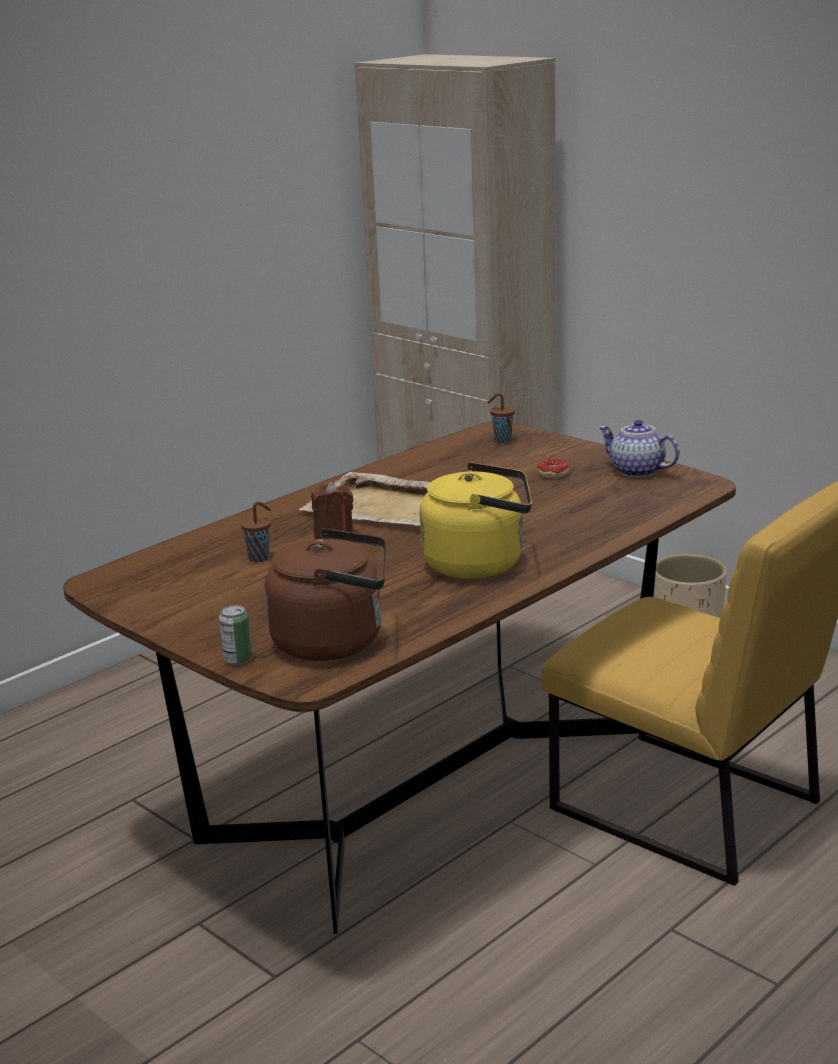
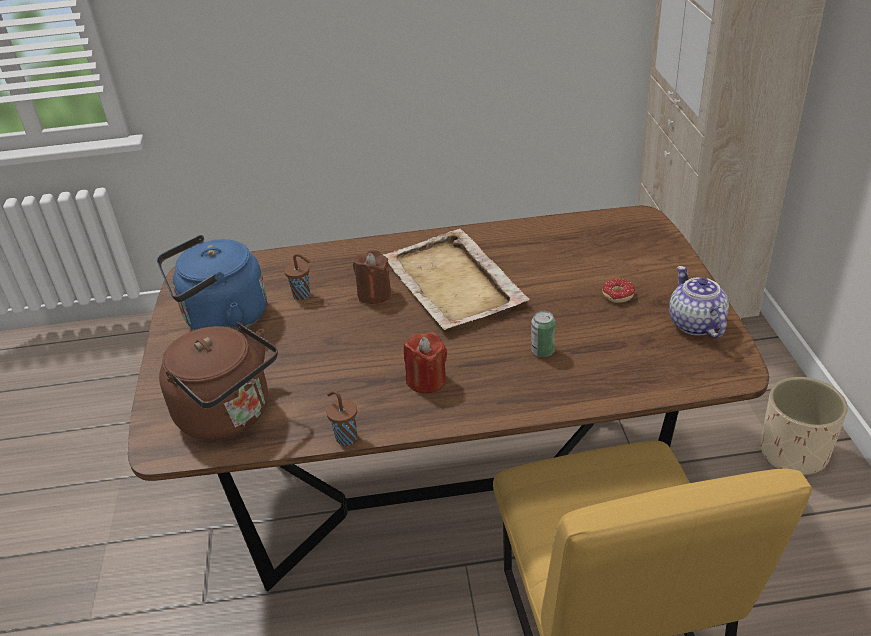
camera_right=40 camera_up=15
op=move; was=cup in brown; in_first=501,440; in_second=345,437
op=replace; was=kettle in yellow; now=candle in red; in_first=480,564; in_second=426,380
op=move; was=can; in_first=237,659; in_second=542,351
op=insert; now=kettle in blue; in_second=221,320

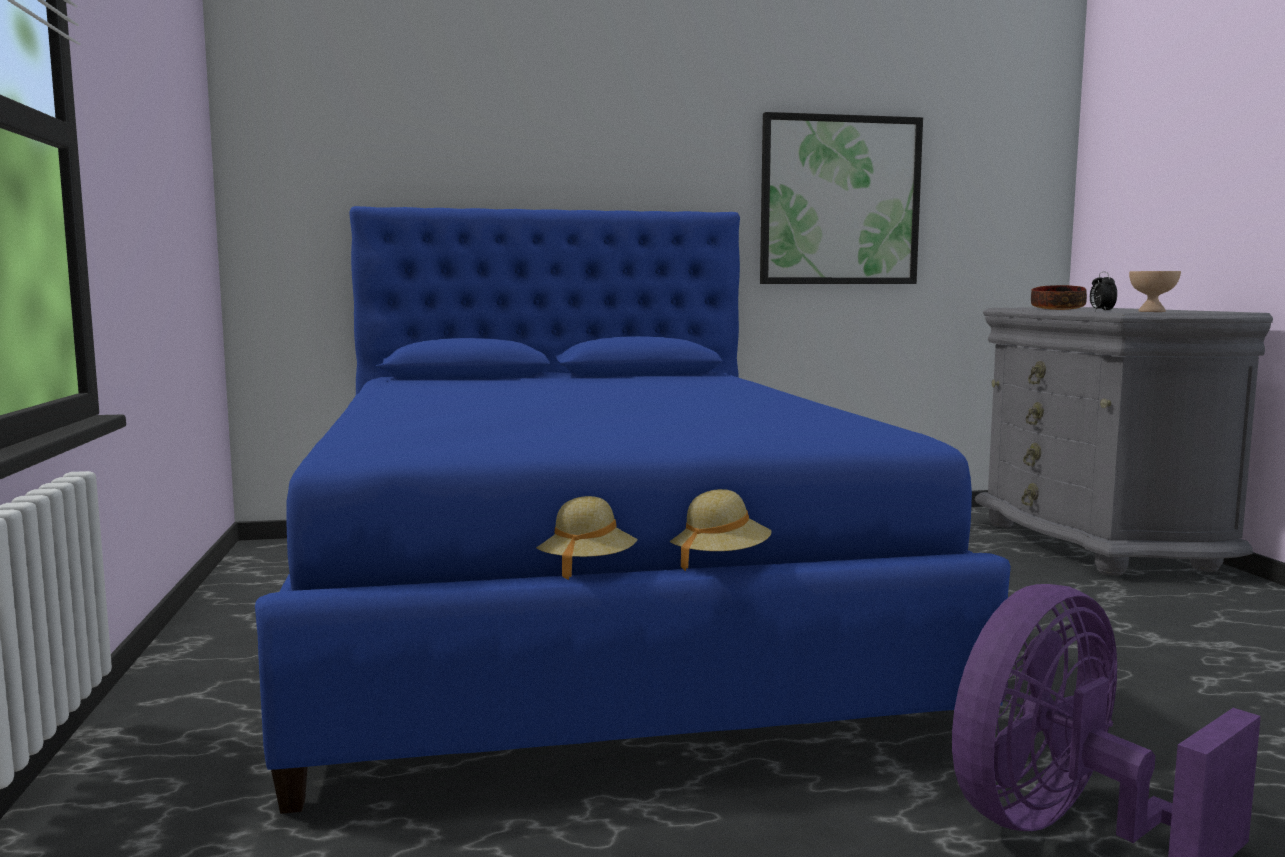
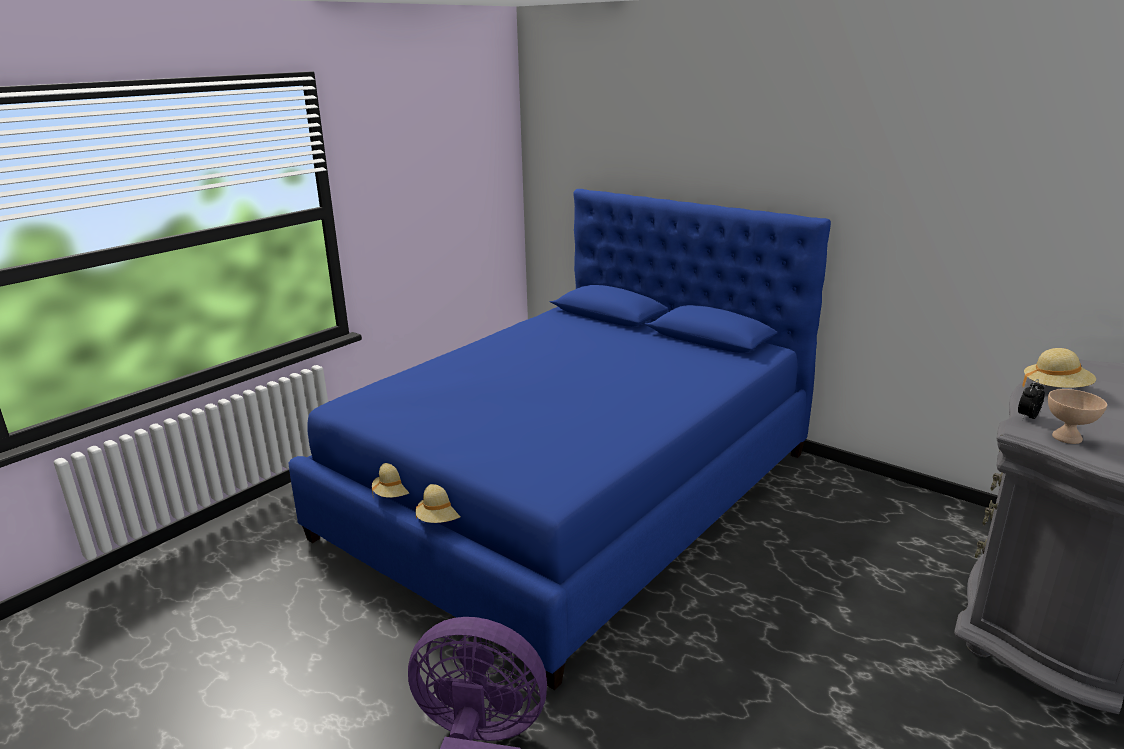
camera_right=50 camera_up=15
op=delete; was=picture; in_first=839,201
op=replace; was=bowl; now=hat in beige; in_first=1057,309; in_second=1055,389

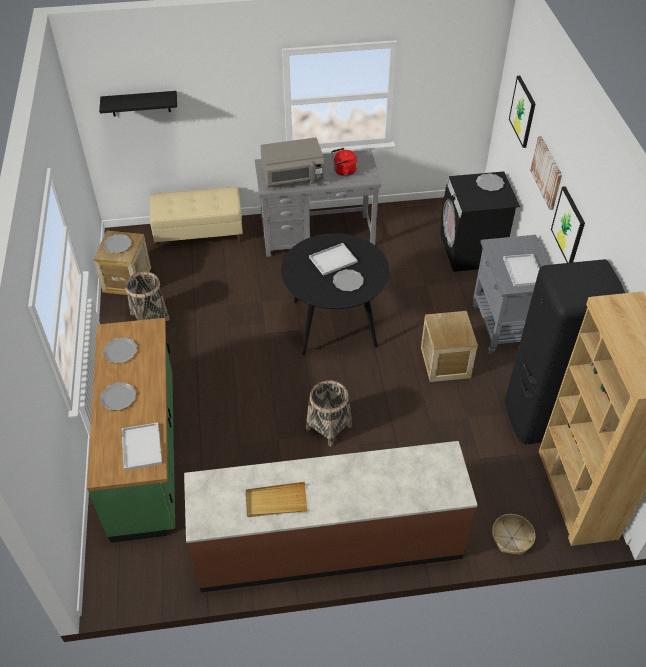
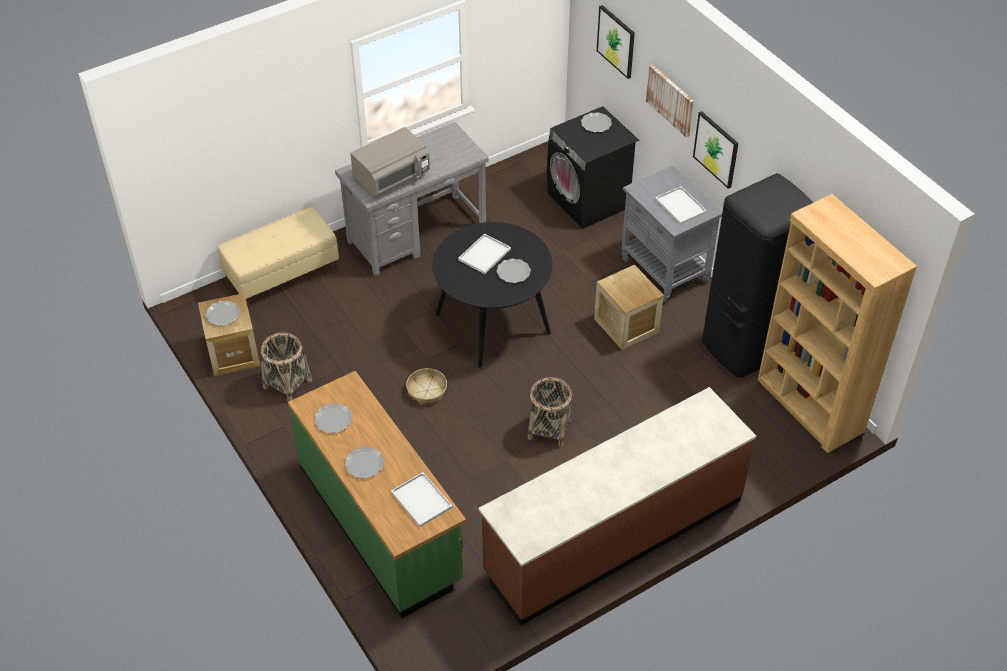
camera_right=-25 camera_up=0
op=delete; was=shelf in black; in_first=140,103
op=delete; was=kettle in red; in_first=343,171
op=delete; was=tray in beige; in_first=276,501
op=move; was=basket; in_first=512,538; in_second=427,391

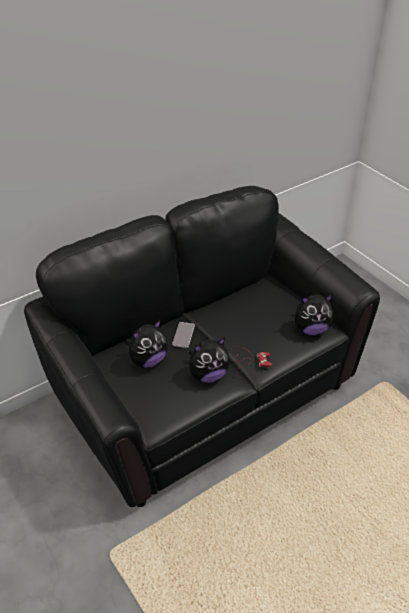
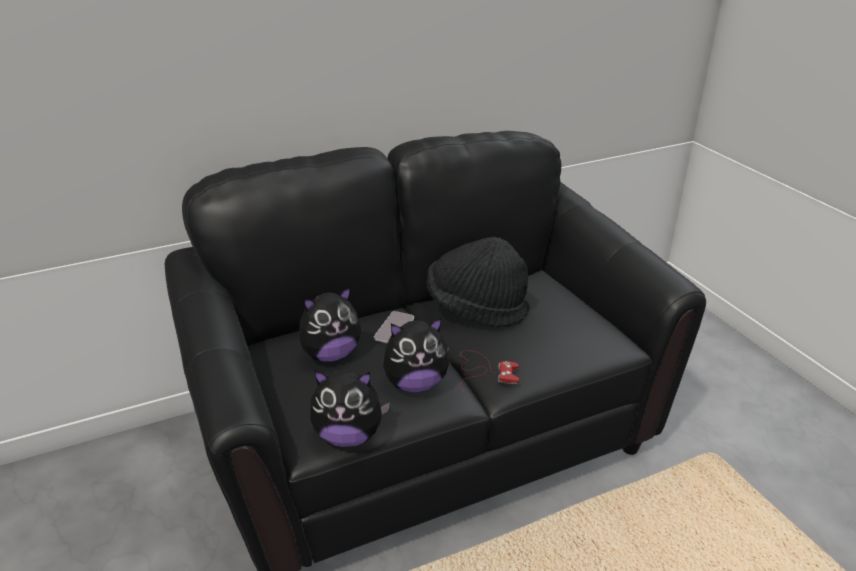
camera_right=10 camera_up=-10
op=move; was=plush toy; in_first=311,329; in_second=348,436
op=insert; now=hat in black; in_second=476,308

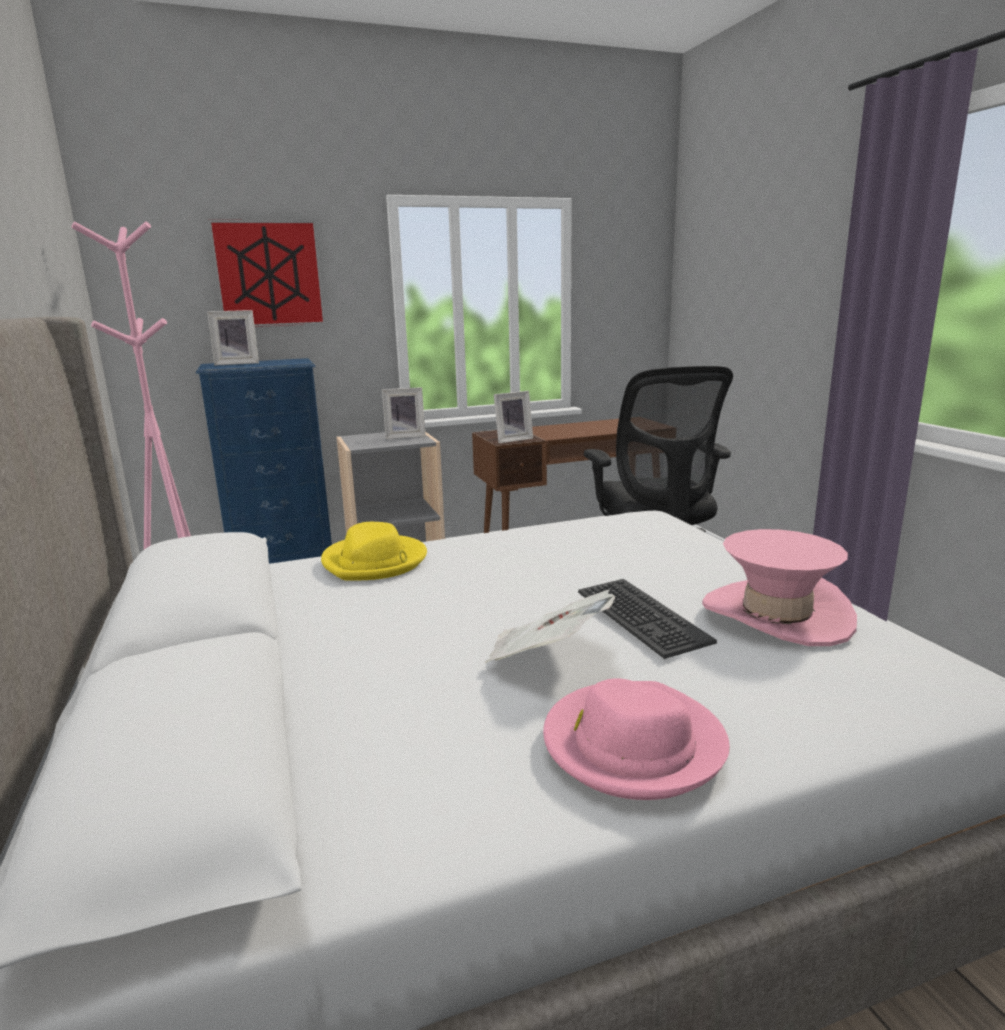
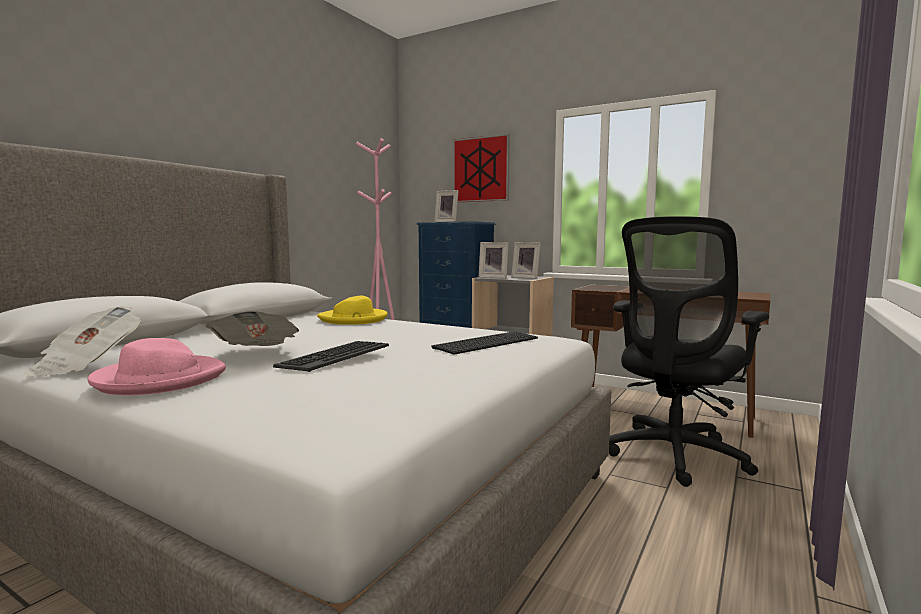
camera_right=50 camera_up=-10
op=move; was=picture frame; in_first=512,440; in_second=494,277
op=delete; was=hat in pink; in_first=776,614
op=insert; now=newspaper; in_second=86,366
op=insert; now=keyboard; in_second=486,342

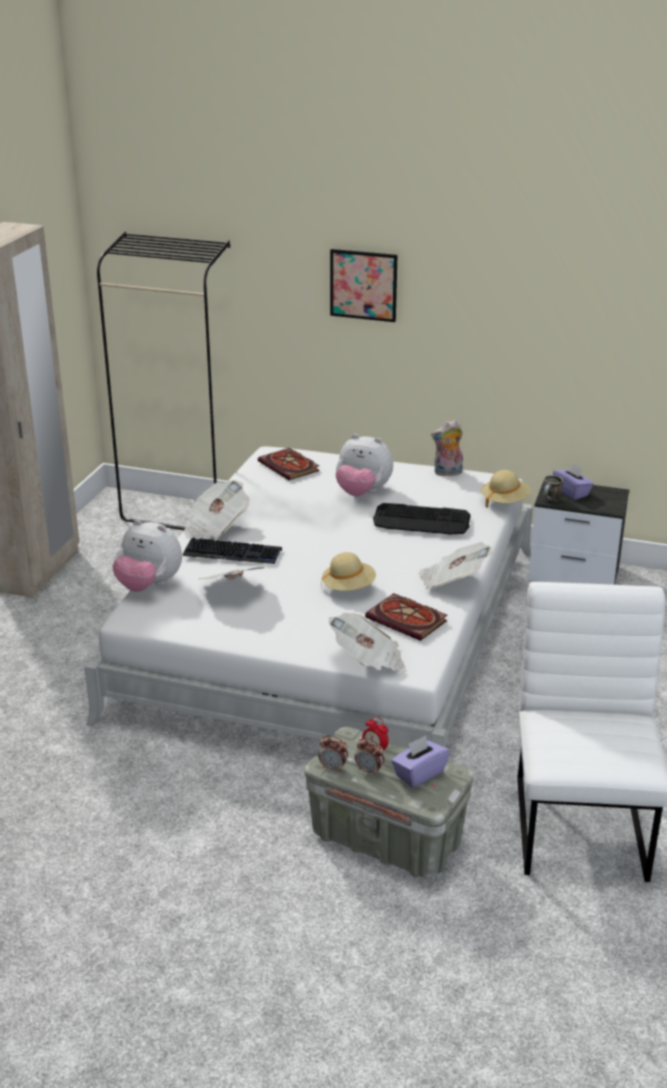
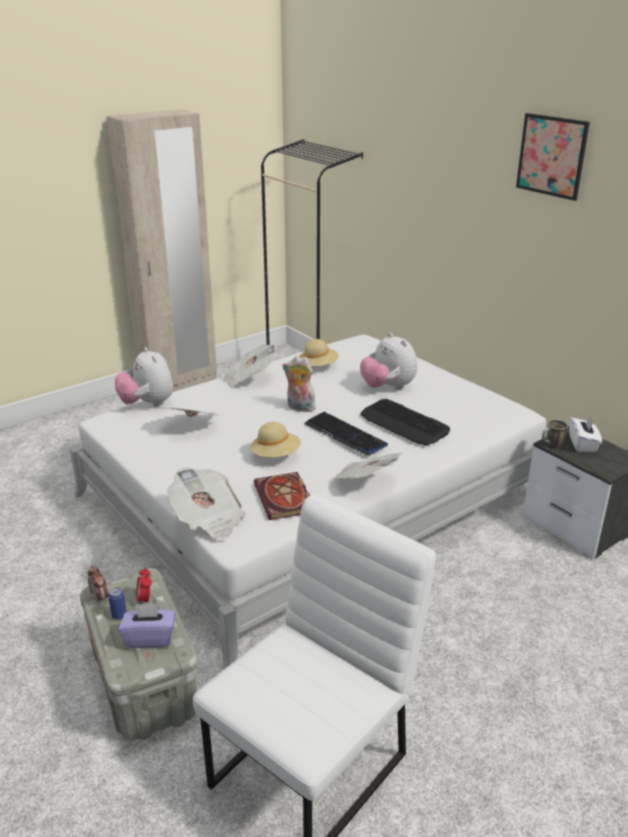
camera_right=35 camera_up=0
op=move; was=picture; in_first=363,285; in_second=551,156
op=move; was=plush toy; in_first=447,473; in_second=299,408
op=delete; was=book; in_first=290,467
op=recolor; was=tissue box in purple; now=tissue box in white; in_first=571,492; in_second=583,444
op=move; was=hat in beige; in_first=504,501; in_second=318,366
op=move; was=keyboard; in_first=232,553; in_second=345,435
op=replace; was=alarm clock; now=can; in_first=369,770; in_second=119,614

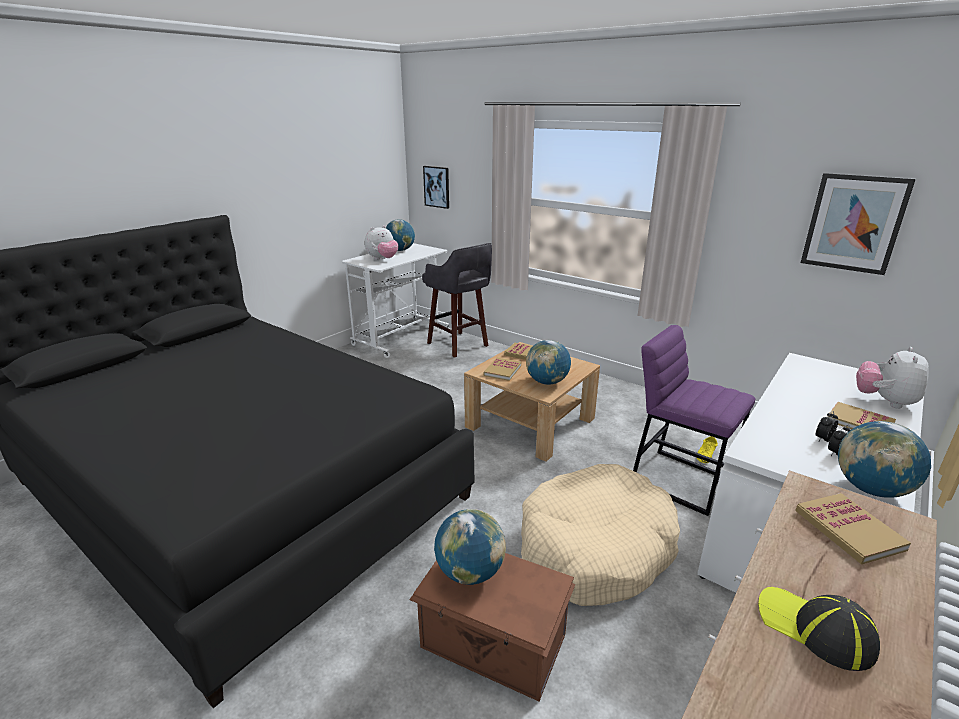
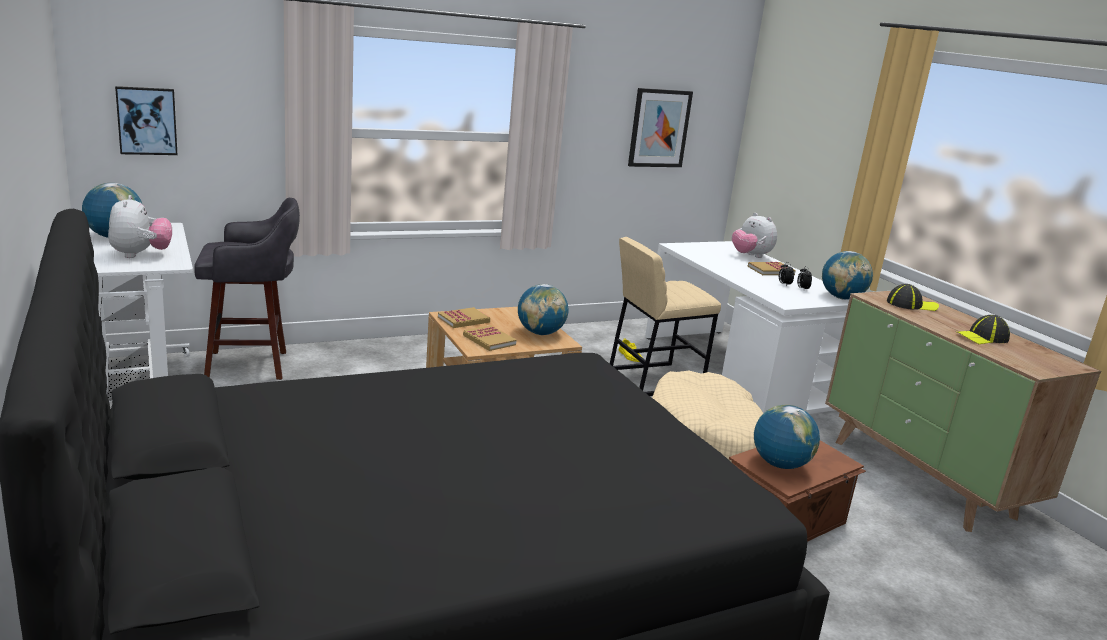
camera_right=-65 camera_up=-5
op=recolor; was=chair in purple; now=chair in beige; in_first=678,480; in_second=653,380
op=replace; was=book; now=cap; in_first=848,530; in_second=911,305

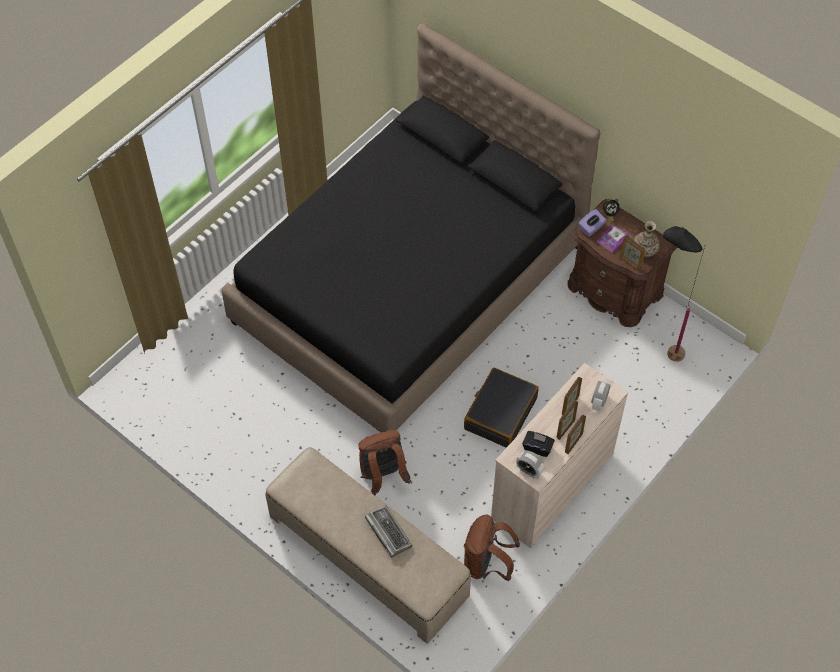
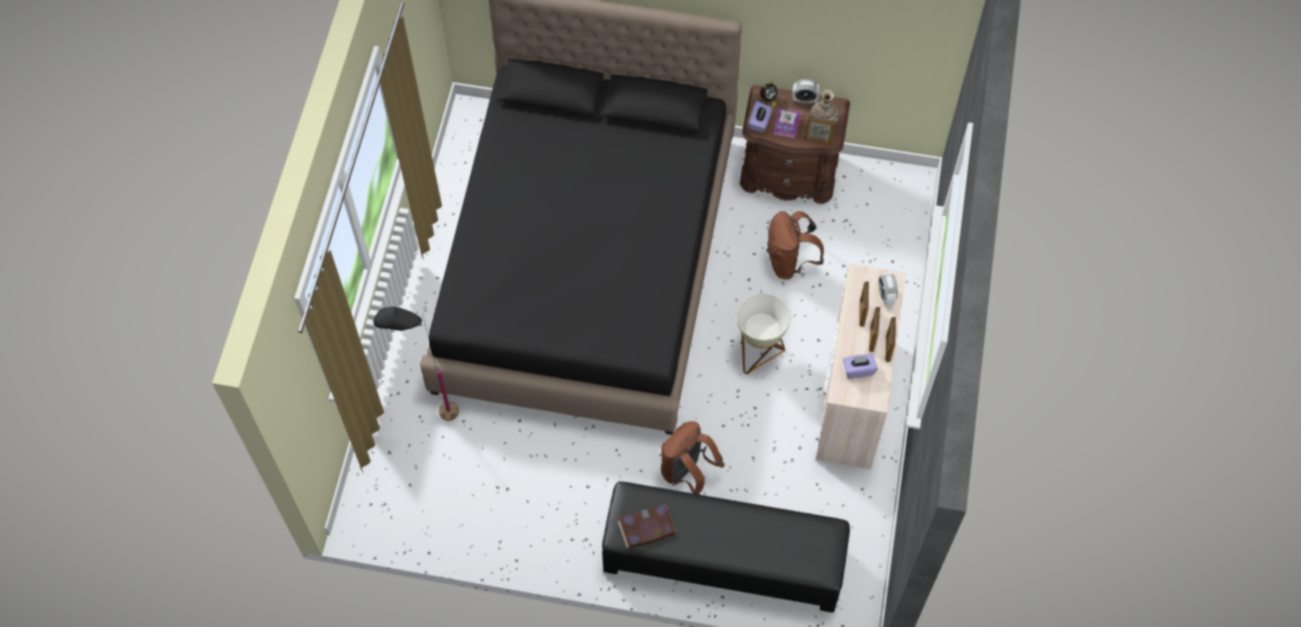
camera_right=-30 camera_up=5
op=move; was=floor lamp in black; in_first=660,353; in_second=432,417
op=replace; was=suitcase in black; now=planter; in_first=500,413; in_second=759,351
op=recolor; was=tissue box in black; now=tissue box in purple; in_first=537,447; in_second=858,370
op=recolor; was=bench in beige; now=bench in black; in_first=366,555; in_second=722,559
op=move; was=alarm clock; in_first=529,471; in_second=804,100
op=delete; was=keyboard; in_first=388,532
op=move; was=backpack in brown; in_first=487,563; in_second=789,262
op=insert; now=book; in_second=647,528

